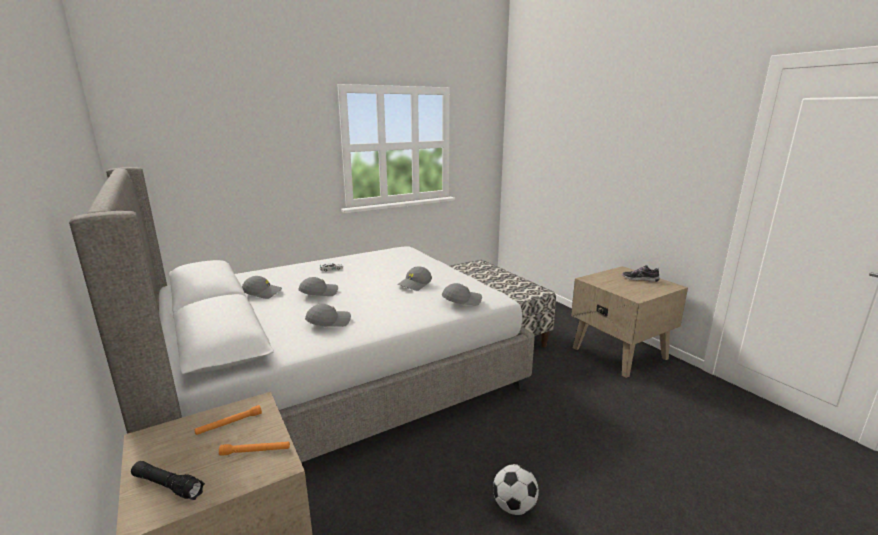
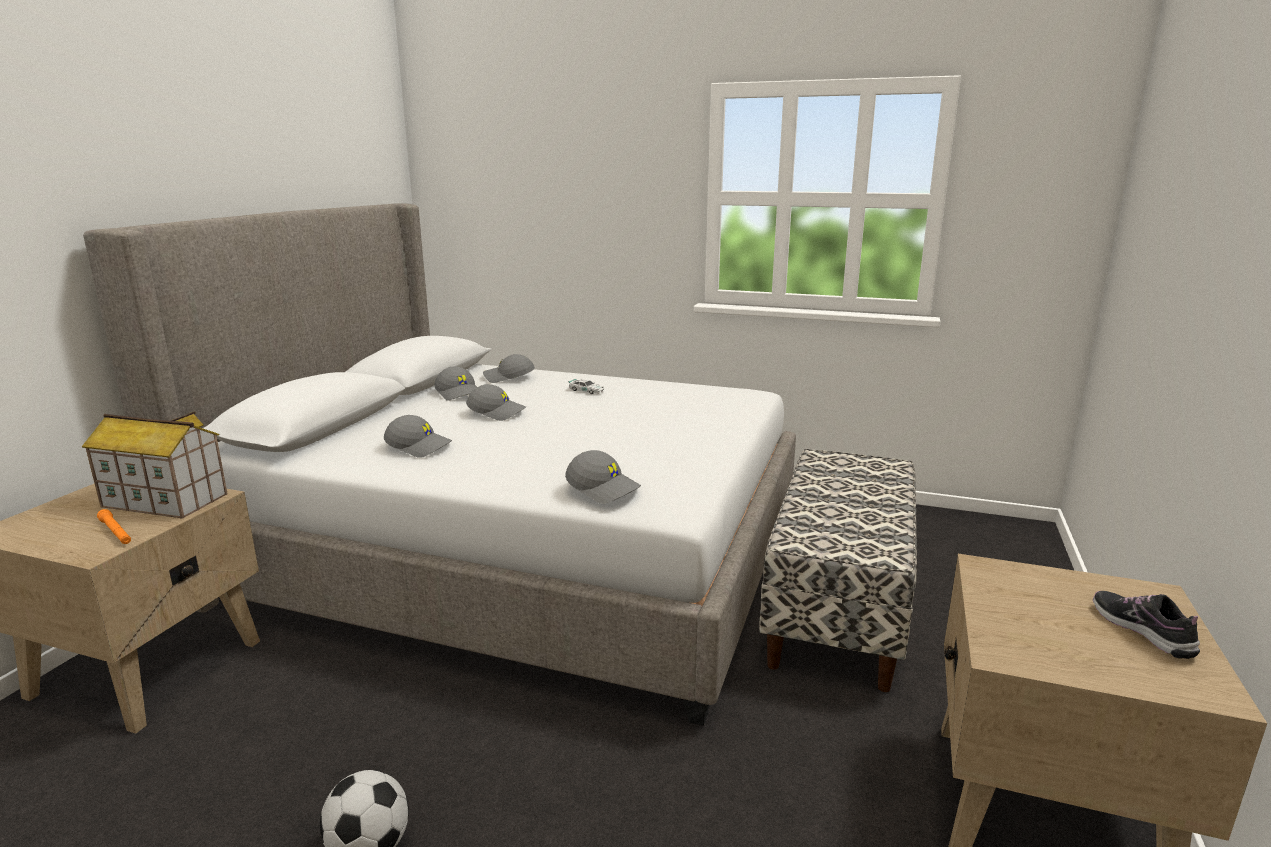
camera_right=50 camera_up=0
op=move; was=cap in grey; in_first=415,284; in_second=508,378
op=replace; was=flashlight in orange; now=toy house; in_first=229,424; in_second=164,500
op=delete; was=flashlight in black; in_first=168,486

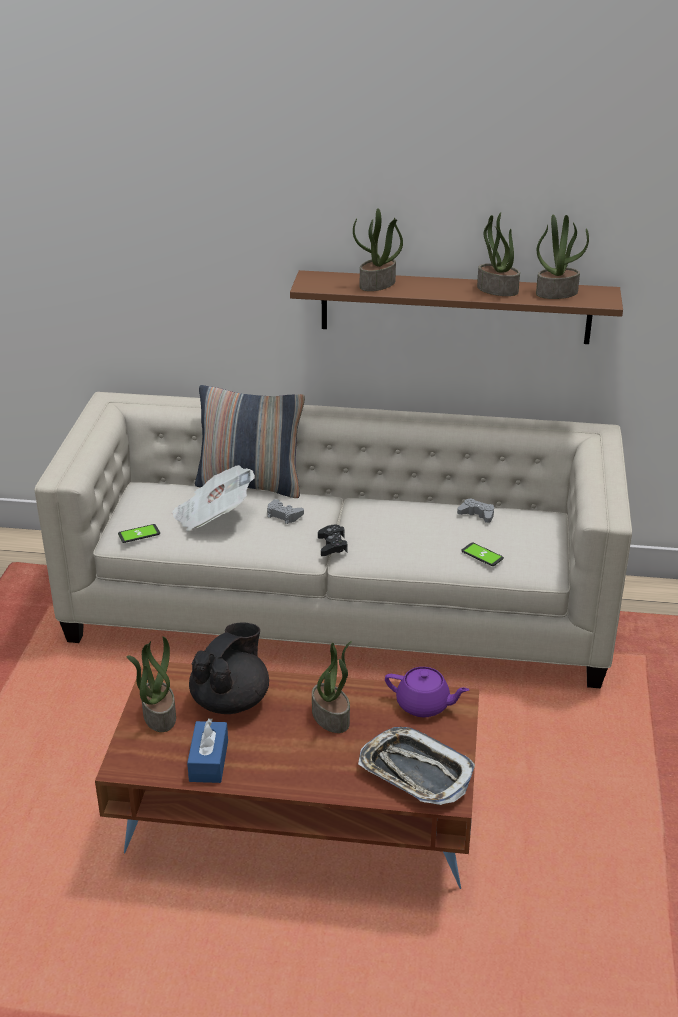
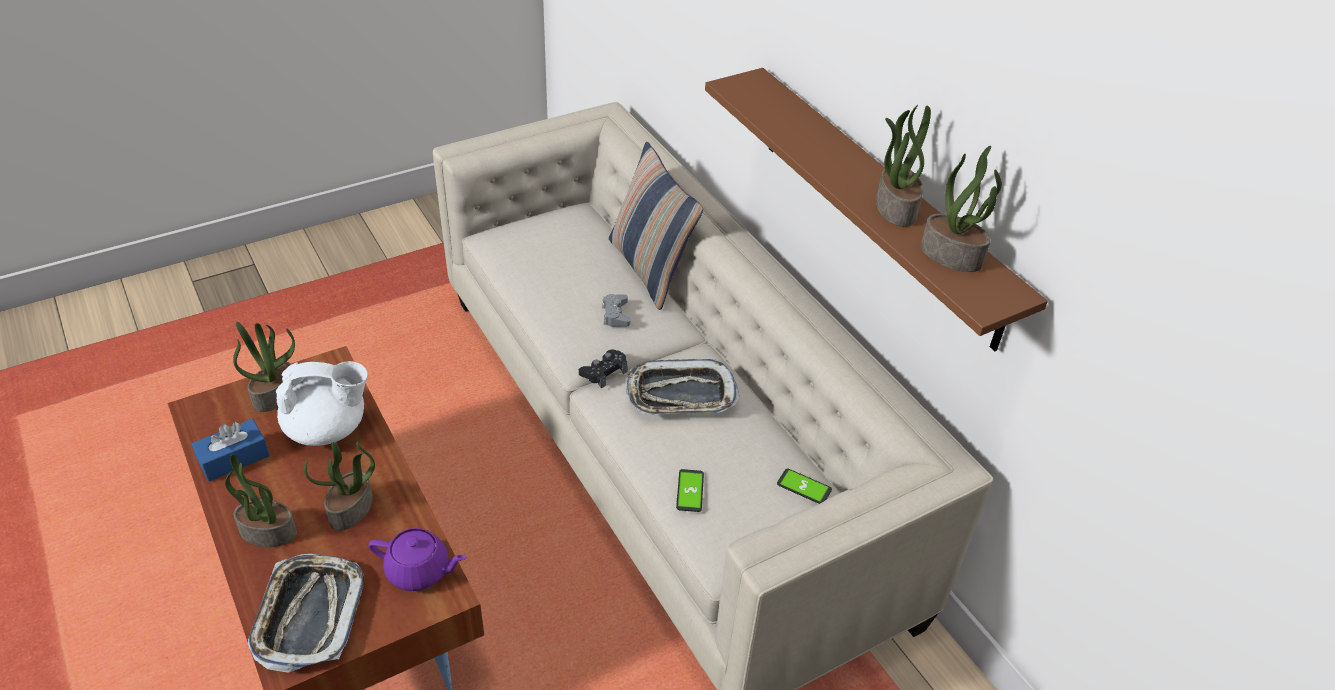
camera_right=50 camera_up=10
op=move; was=potted plant; in_first=377,284; in_second=267,532
op=delete; was=newspaper; in_first=213,516
op=delete; was=game controller in grey; in_first=477,514
op=move; was=phone; in_first=139,534; in_second=804,487
op=recolor; was=teapot in black; now=teapot in white; in_first=231,700; in_second=328,429
op=rotate; was=teapot in purple; in_first=424,705; in_second=419,571; clockwise=-60
op=insert; now=tray; in_second=680,395

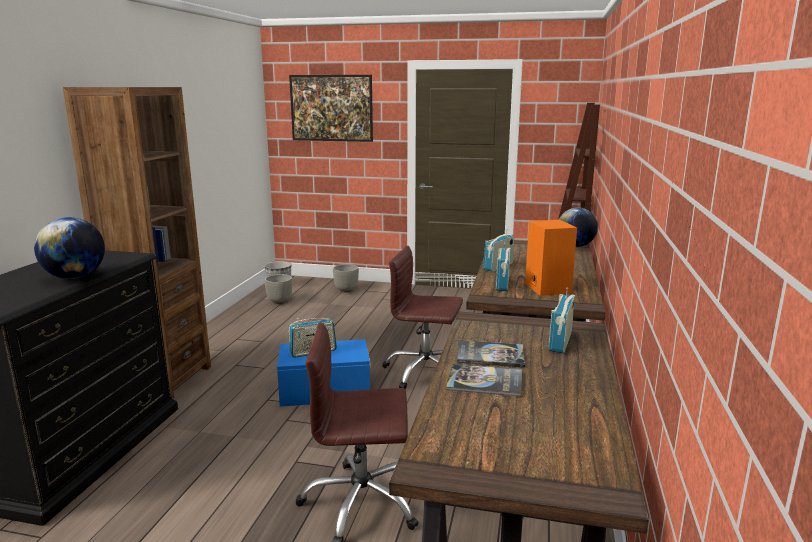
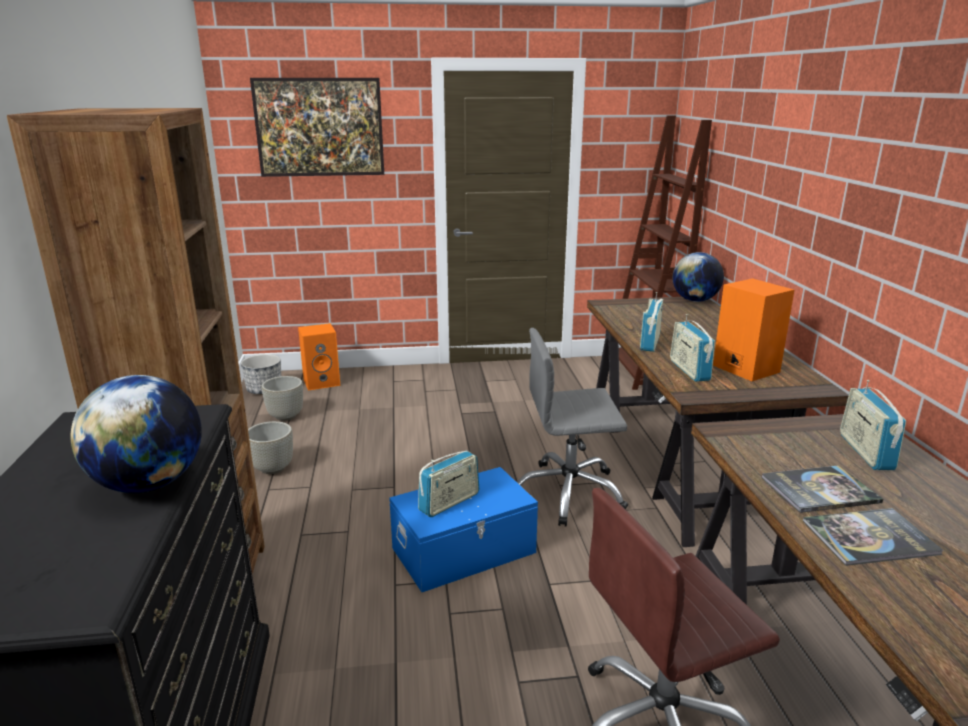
camera_right=-20 camera_up=5
op=recolor; was=office chair in brown; now=office chair in grey; in_first=425,372; in_second=568,493
op=move; was=planter in grey; in_first=346,290; in_second=273,468
op=insert; now=speaker in orange; in_second=322,382

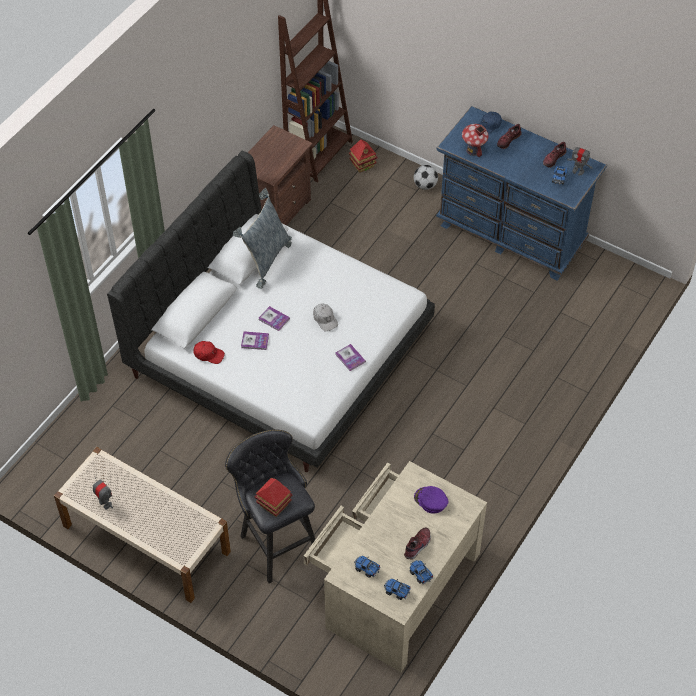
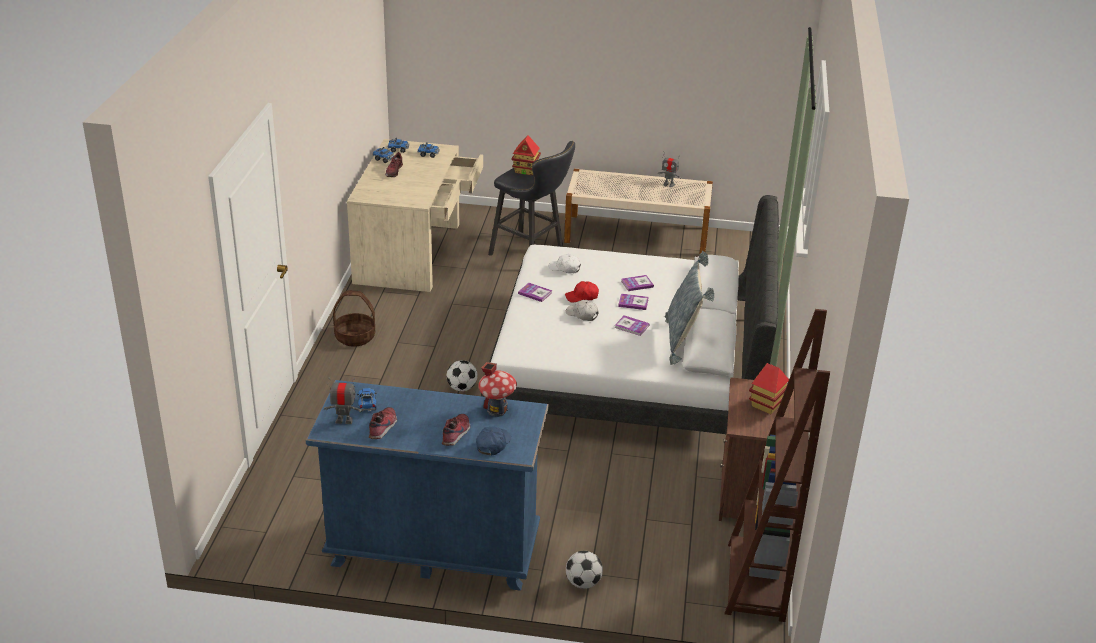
camera_right=155 camera_up=-20
op=move; was=toy house; in_first=362,165; in_second=767,405
op=move; was=cap in red; in_first=208,354; in_second=582,297
op=delete; was=cap in purple; in_first=430,501
op=insert; now=cap in white; in_second=564,268
op=insert; now=basket; in_second=355,337
op=insert; now=book; in_second=631,326
op=insert; now=football; in_second=462,388

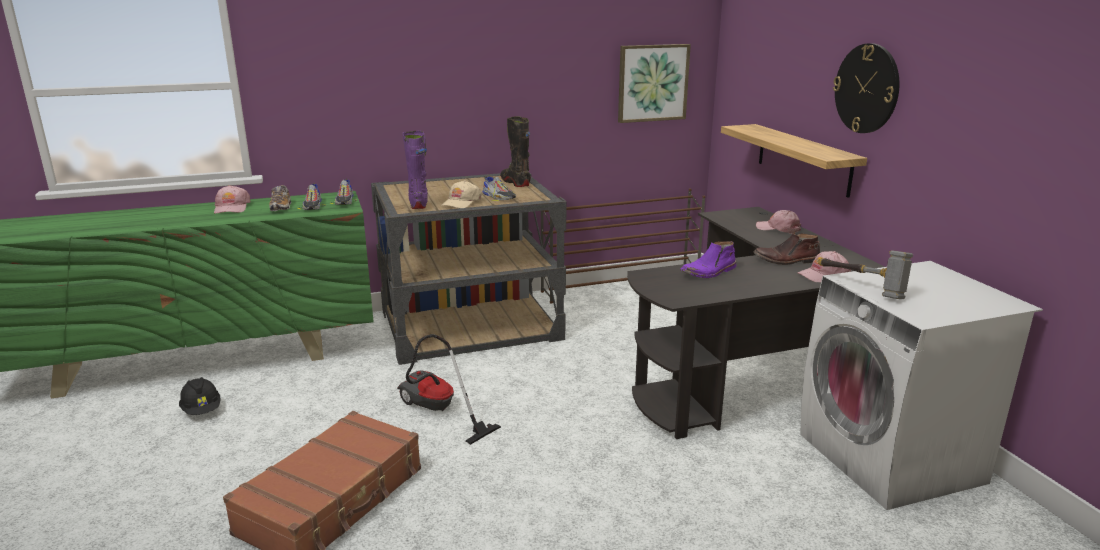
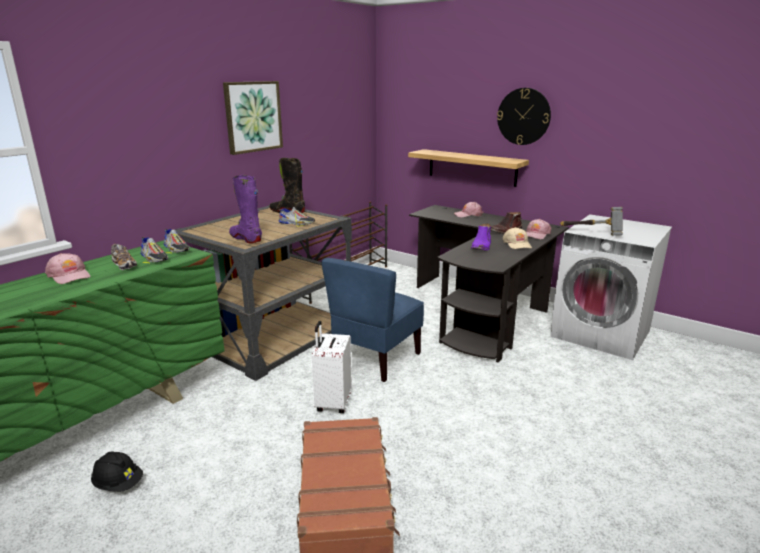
camera_right=-35 camera_up=0
op=move; was=picture; in_first=652,83; in_second=253,116
op=move; was=cap in beige; in_first=461,202; in_second=517,244
op=replace; was=vacuum cleaner; now=suitcase in white; in_first=436,411; in_second=332,403
op=insert; now=chair in blue; in_second=376,359

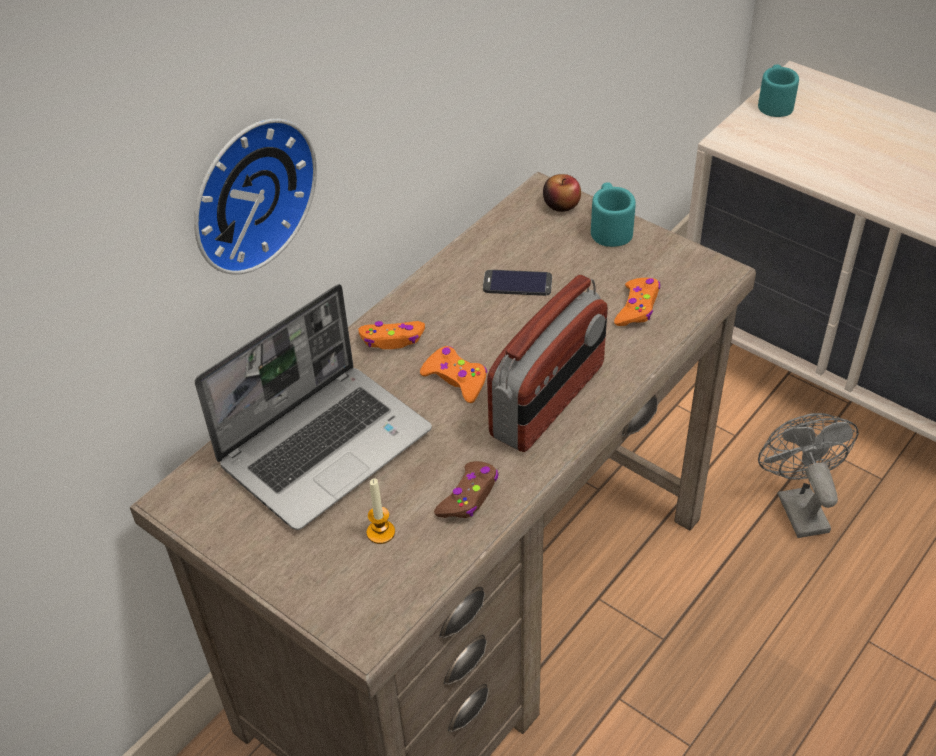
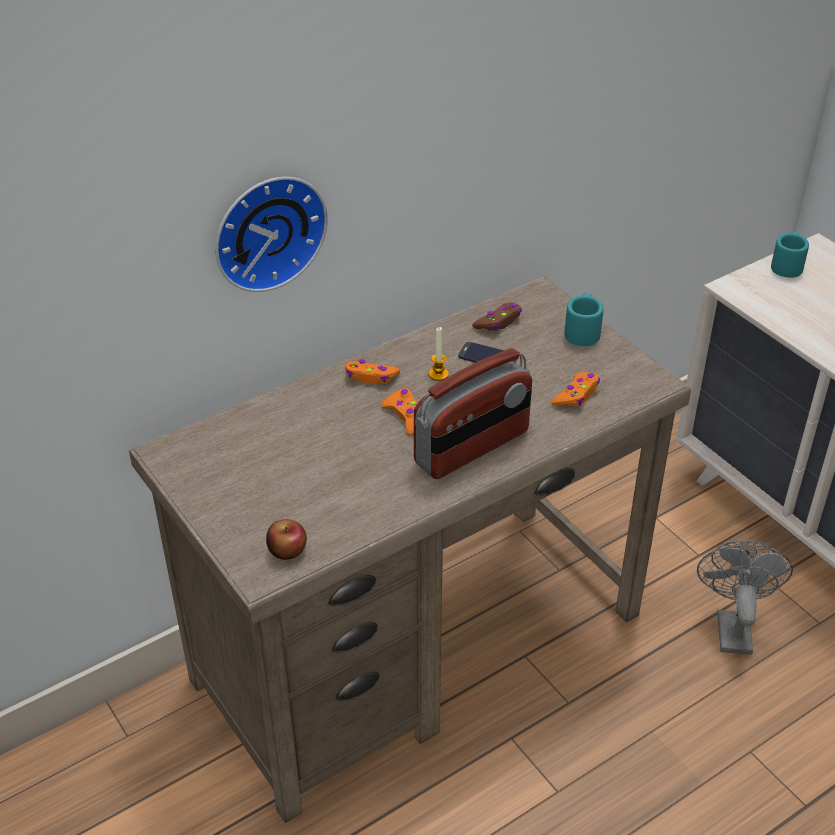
camera_right=15 camera_up=-5
op=move; was=apple; in_first=561,204; in_second=287,550
op=delete; was=laptop; in_first=326,445
op=move; was=game controller in brown; in_first=469,496; in_second=498,322
op=move; was=candle; in_first=380,532; in_second=438,374

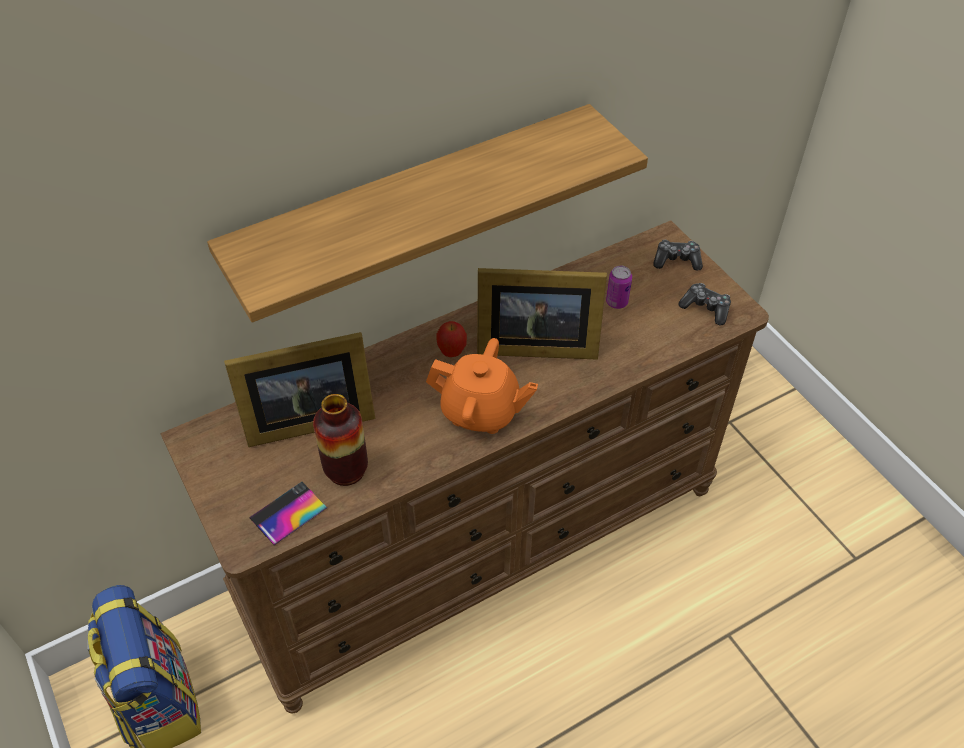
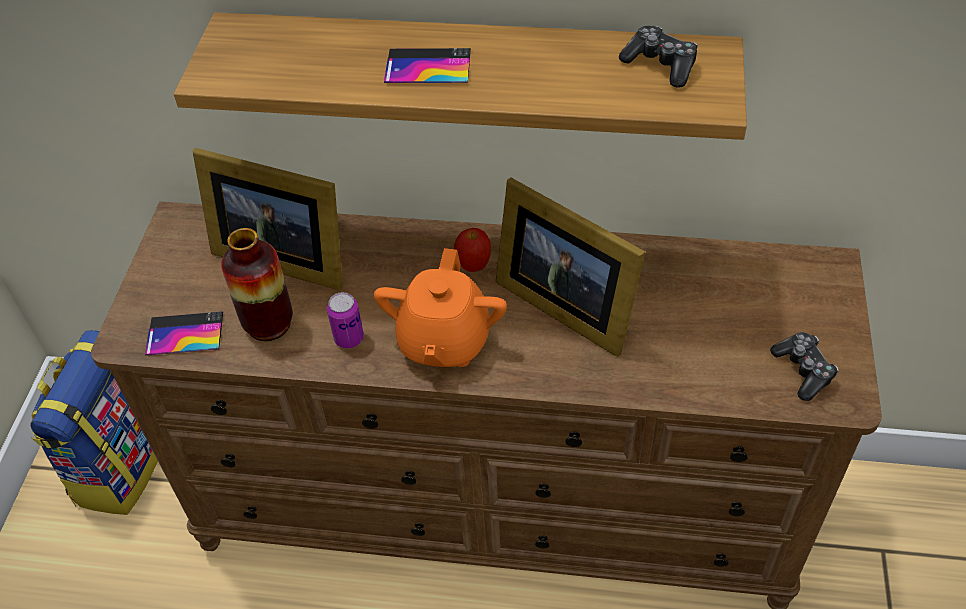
camera_right=40 camera_up=0
op=move; was=game controller; in_first=676,260; in_second=660,65
op=move; was=can; in_first=616,302; in_second=349,338
op=rotate; was=teapot in orange; in_first=481,411; in_second=443,341; clockwise=45
op=insert; now=phone; in_second=428,66

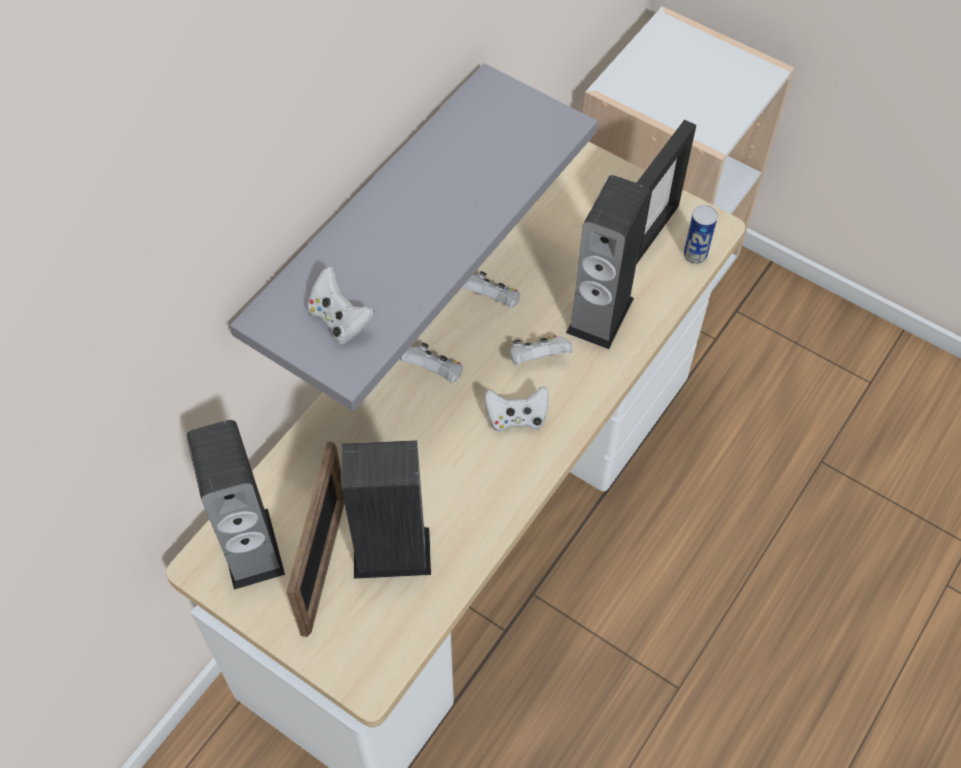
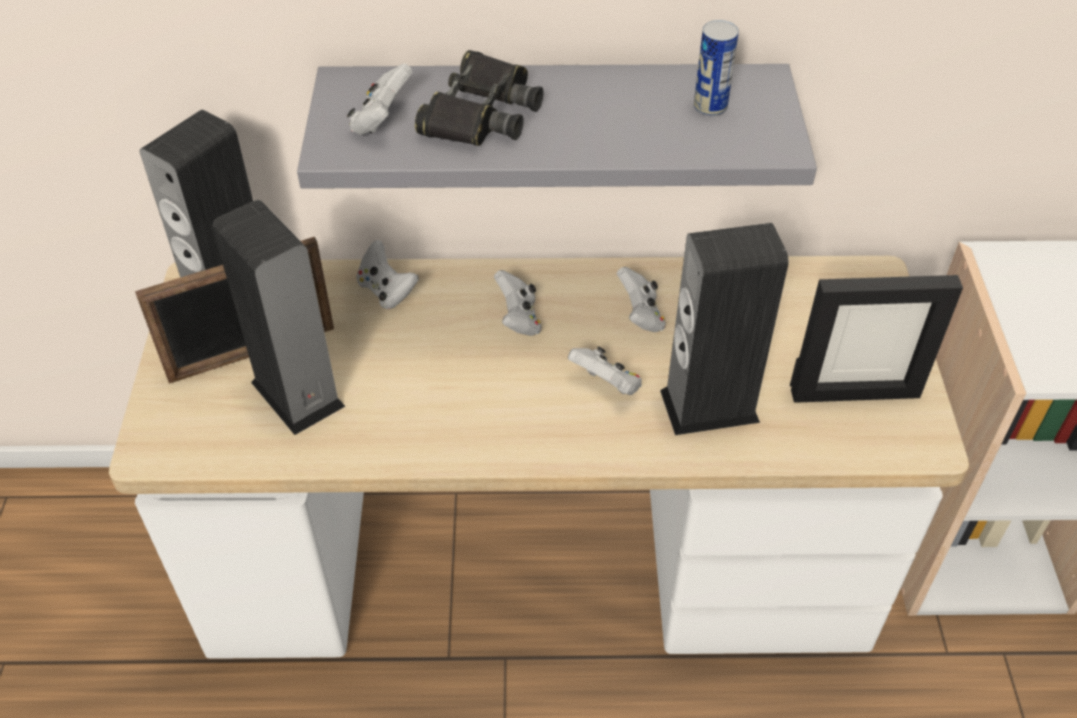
camera_right=55 camera_up=-10
op=move; was=can; in_first=695,255; in_second=710,107
op=move; was=game controller in white; in_first=516,418; in_second=386,291
op=insert; now=binoculars in black; in_second=481,113

